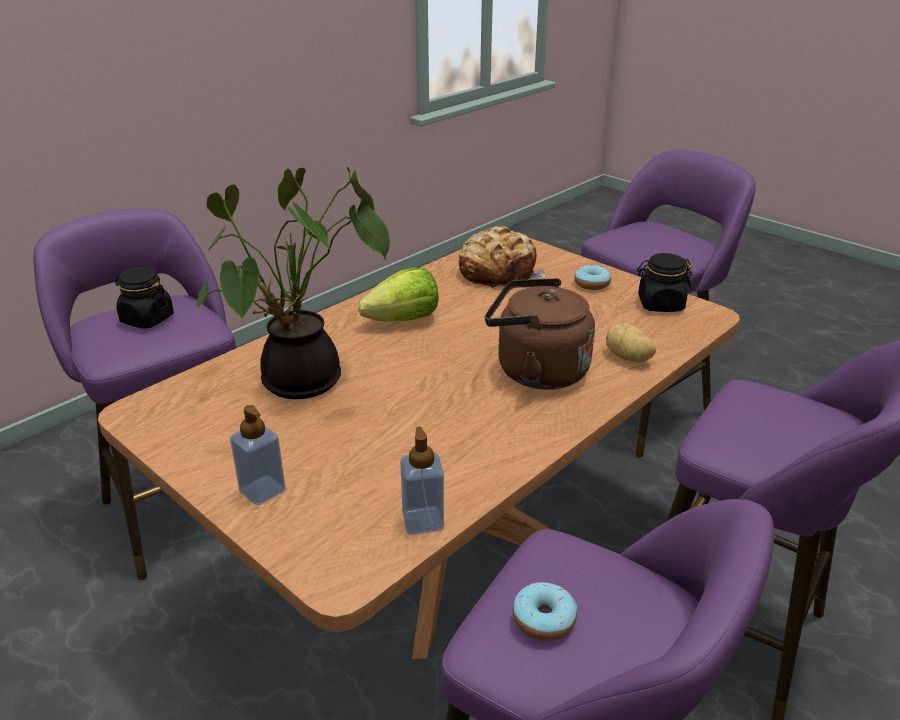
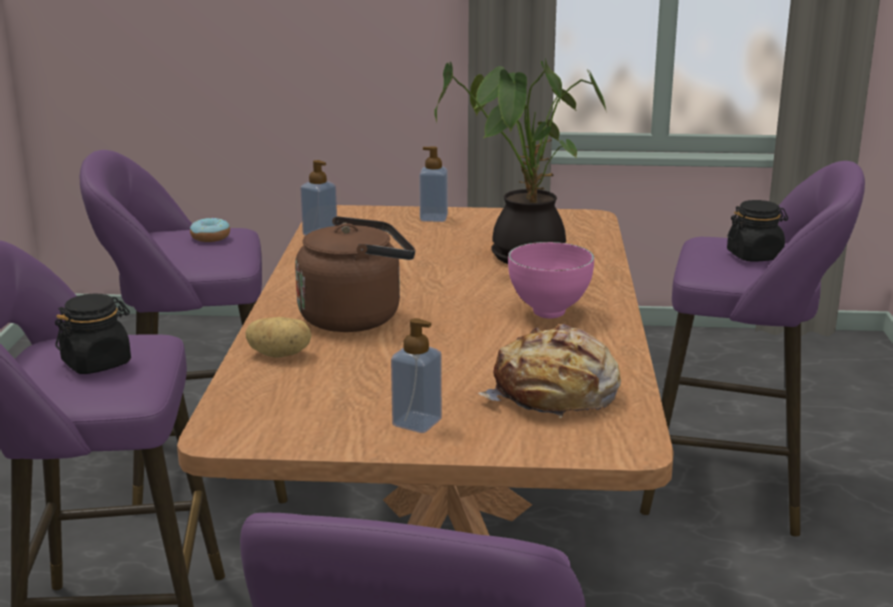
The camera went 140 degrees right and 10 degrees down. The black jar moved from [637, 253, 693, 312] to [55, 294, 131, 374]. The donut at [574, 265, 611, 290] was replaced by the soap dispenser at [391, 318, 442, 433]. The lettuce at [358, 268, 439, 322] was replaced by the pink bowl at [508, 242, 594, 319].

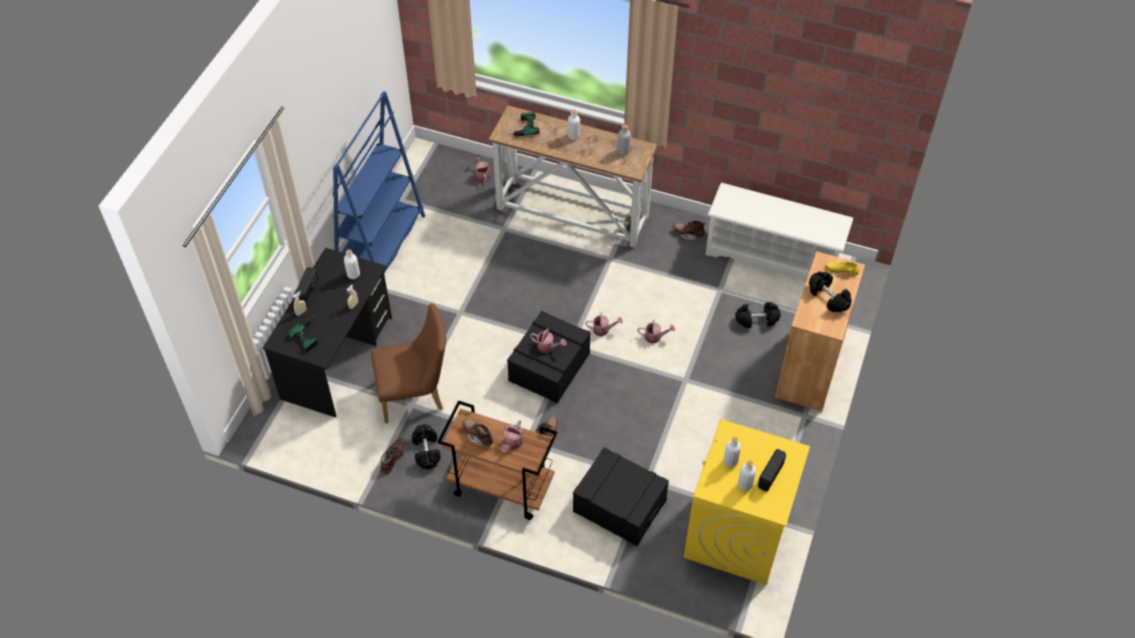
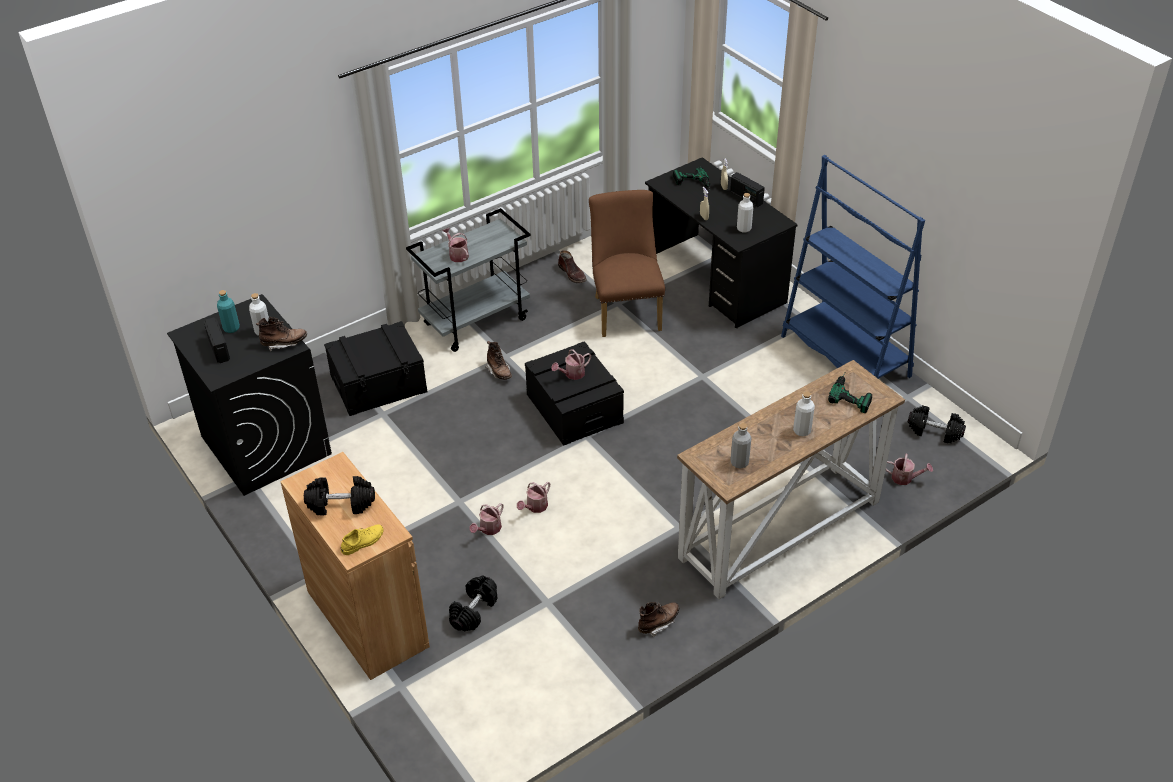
The camera went 125 degrees right and 10 degrees down. The white shoe rack at [706, 183, 853, 279] disappeared. The brown chair at [371, 303, 446, 424] turned 150 degrees clockwise. The watering can moved from [586, 312, 623, 336] to [469, 503, 504, 535]. The brown cart at [437, 400, 558, 520] became the grey cart at [406, 208, 530, 352]. The brown boot moved from [462, 418, 493, 446] to [256, 317, 307, 351]. The yellow washing machine at [684, 419, 810, 585] became the black washing machine at [167, 294, 332, 496]. The black dumbbell moved from [412, 424, 441, 470] to [908, 405, 966, 443]. The white bottle at [738, 461, 756, 491] became the turquoise bottle at [217, 290, 240, 333].

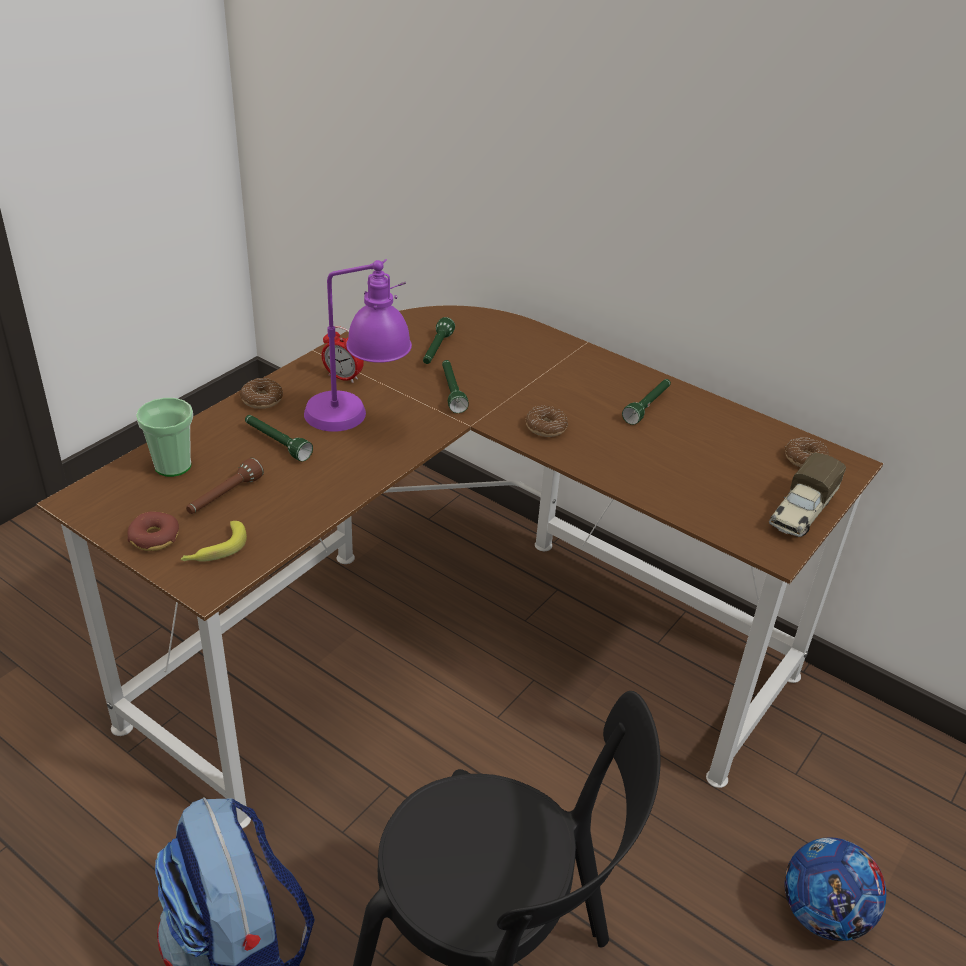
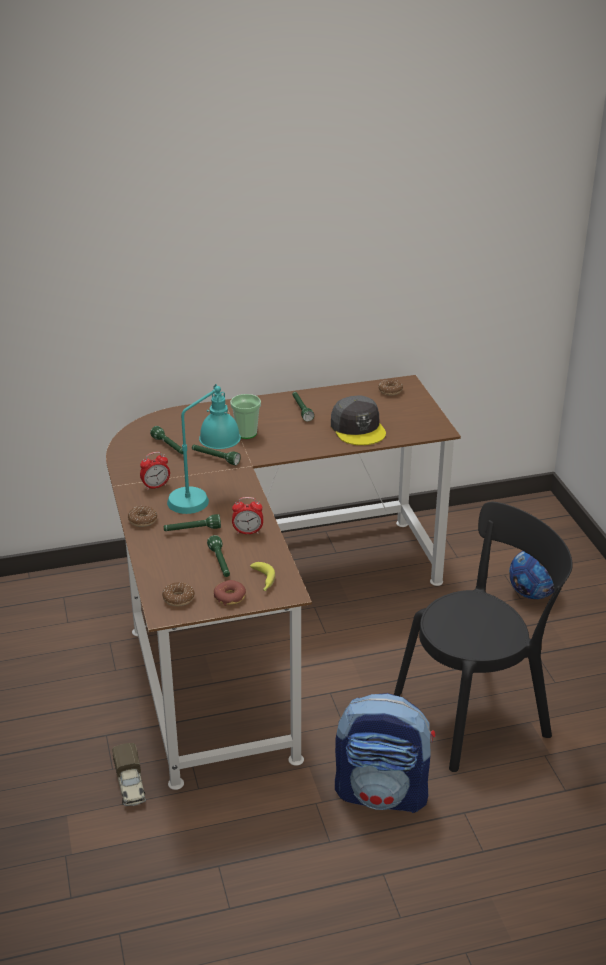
The camera went 50 degrees left and 5 degrees down. The purple table lamp at [304, 259, 412, 432] became the turquoise table lamp at [167, 384, 241, 514]. The cup moved from [136, 398, 193, 477] to [230, 394, 261, 439]. The donut moved from [526, 406, 568, 437] to [162, 582, 195, 607]. The toy truck moved from [769, 452, 846, 537] to [112, 743, 146, 806]. The brown flashlight at [186, 458, 264, 514] became the green flashlight at [207, 535, 230, 577]. The grey cap at [331, 396, 386, 445] appeared. The alarm clock at [232, 497, 263, 534] appeared.

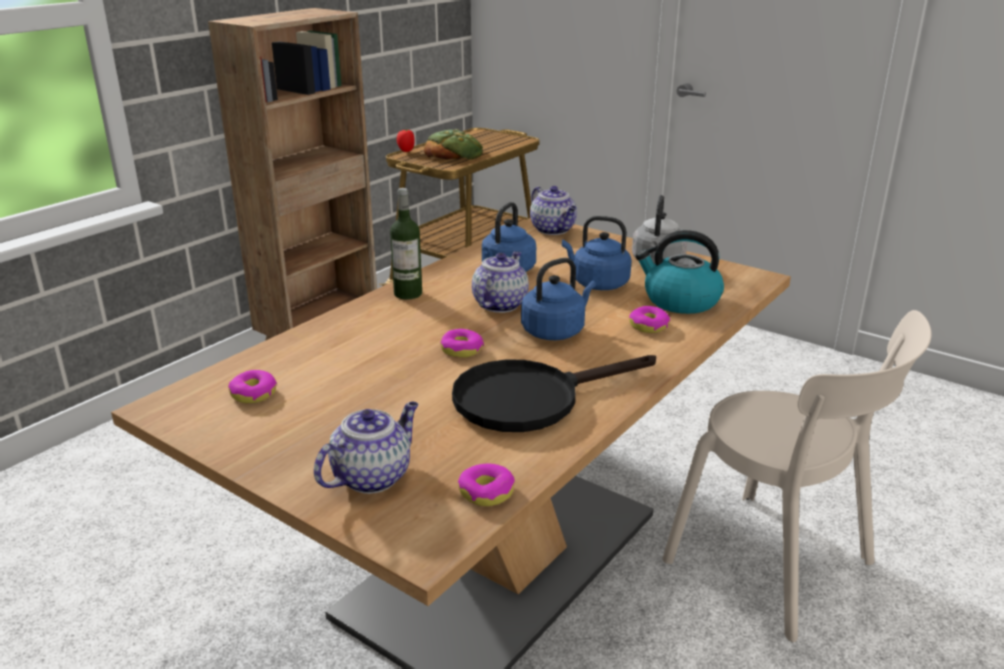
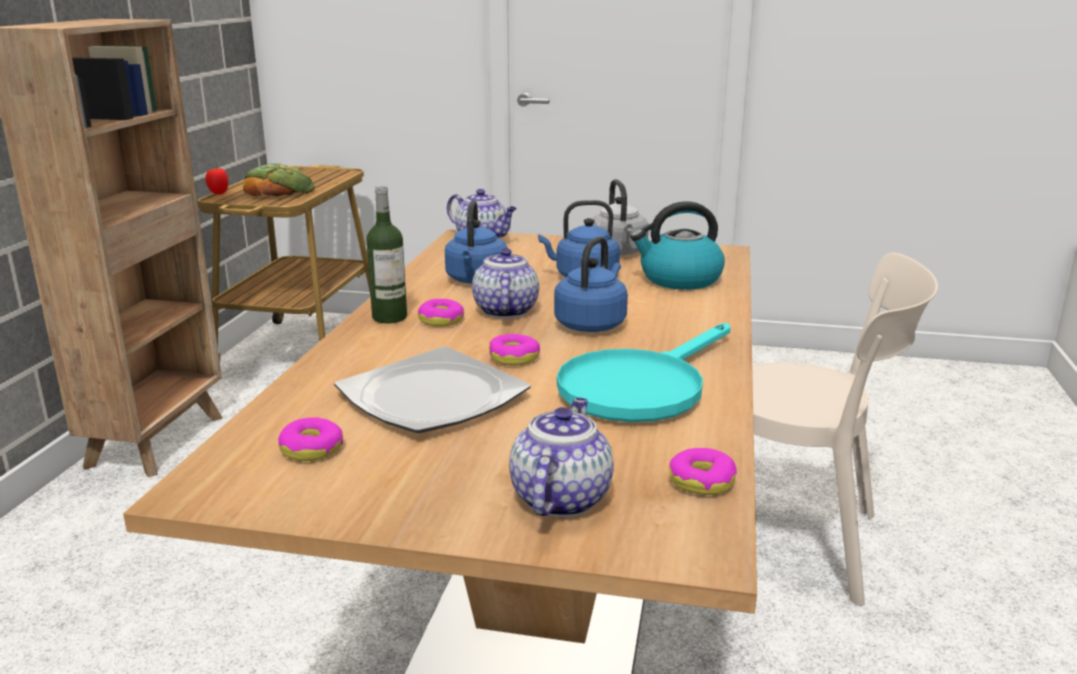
The camera went 25 degrees left and 5 degrees down. The donut moved from [629, 306, 670, 333] to [418, 299, 464, 327]. The black frying pan at [452, 355, 656, 432] became the turquoise frying pan at [557, 323, 730, 422]. The plate at [334, 346, 531, 433] appeared.

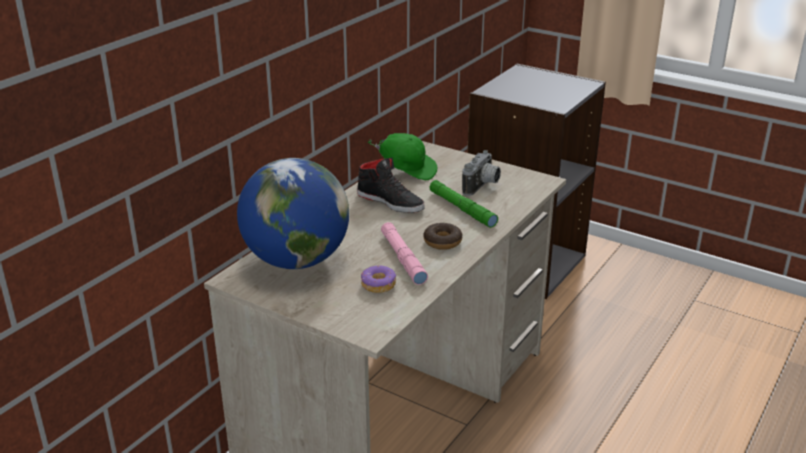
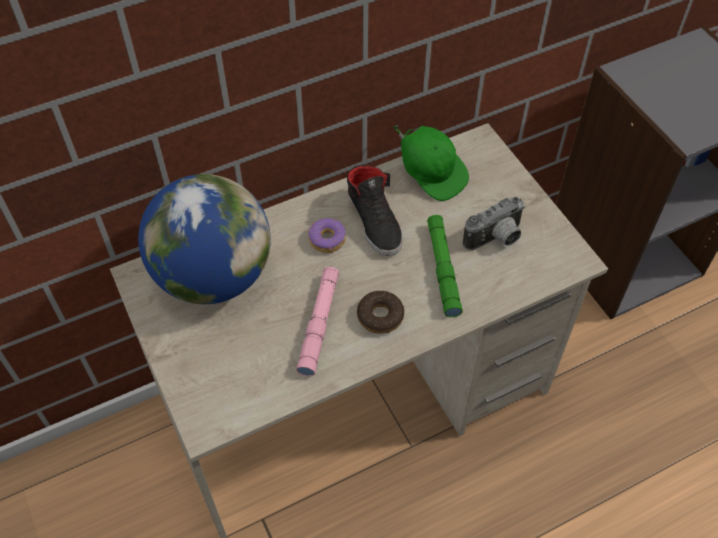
The camera went 30 degrees right and 25 degrees up. The donut moved from [361, 266, 396, 293] to [308, 218, 346, 253].

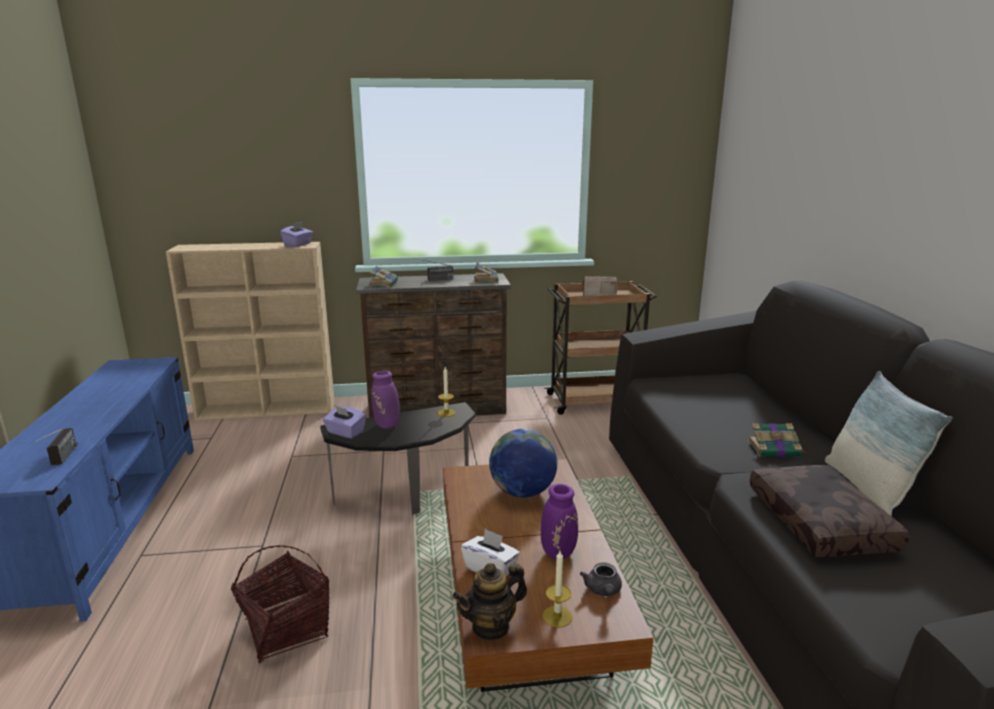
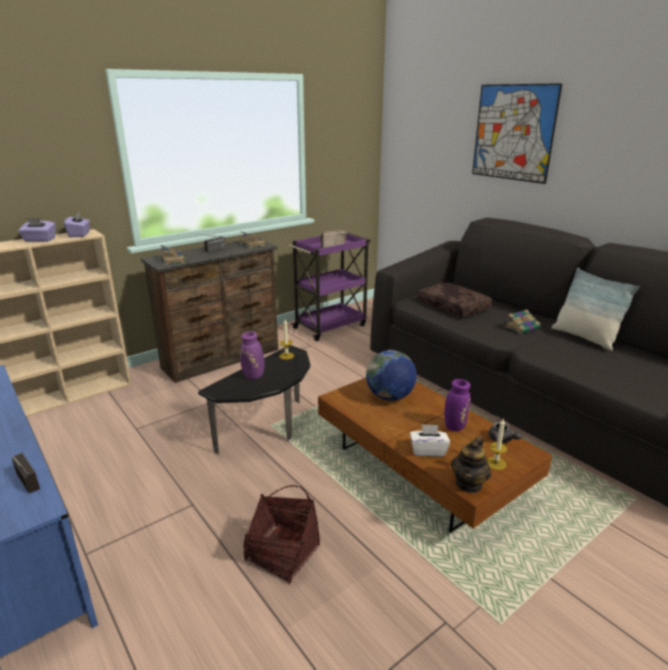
The camera went 30 degrees left and 5 degrees up. The brown cart at [544, 281, 657, 415] became the purple cart at [289, 233, 371, 341]. The purple tissue box moved from [323, 406, 366, 439] to [18, 218, 56, 242]. The brown pillow moved from [750, 465, 909, 557] to [418, 283, 492, 317]. The picture at [472, 83, 563, 184] appeared.

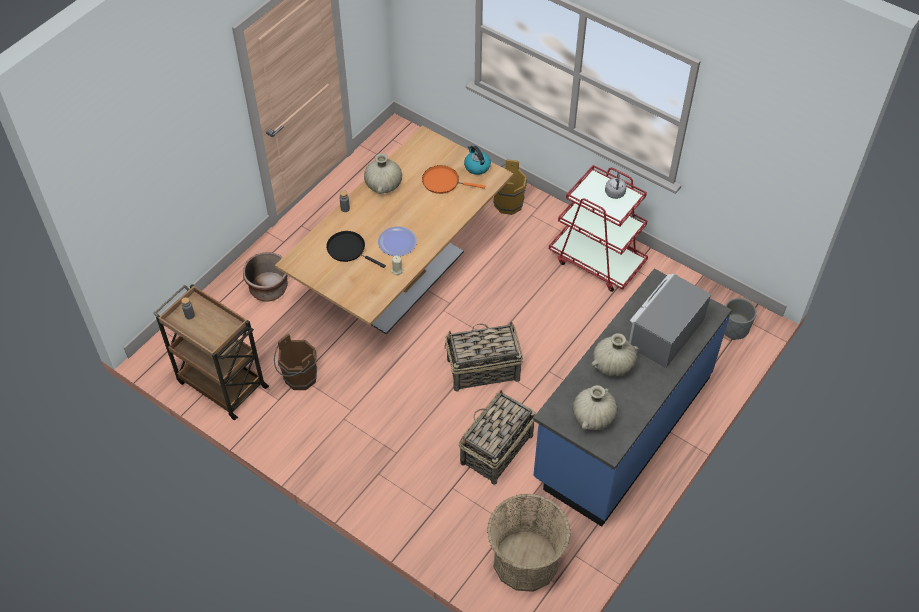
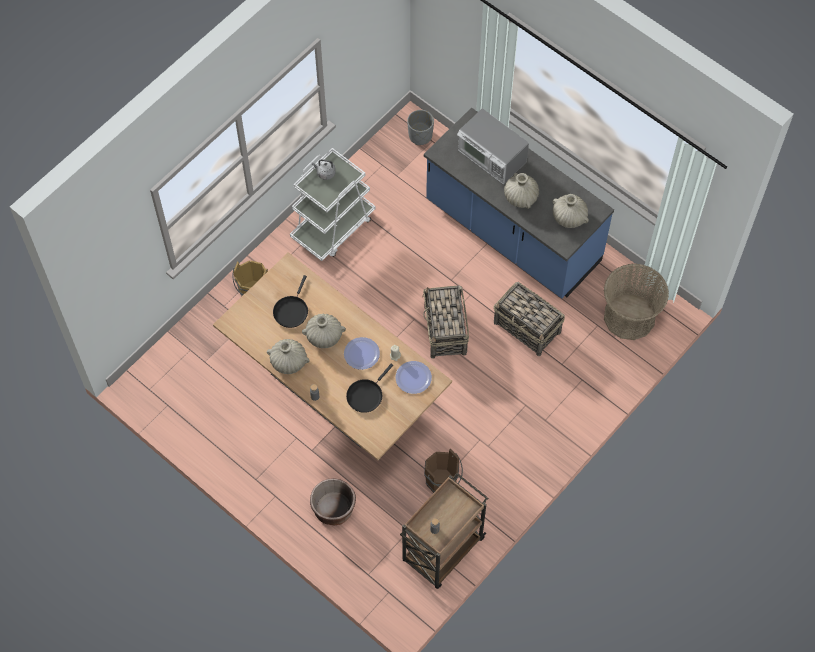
The camera went 85 degrees left and 10 degrees up. The kettle at [464, 145, 491, 175] disappeared. The orange frying pan at [422, 165, 485, 194] became the black frying pan at [273, 275, 308, 328]. The red cart at [549, 165, 648, 292] became the white cart at [290, 148, 376, 261]. The beige vase at [302, 314, 346, 348] appeared. The plate at [396, 361, 432, 394] appeared.

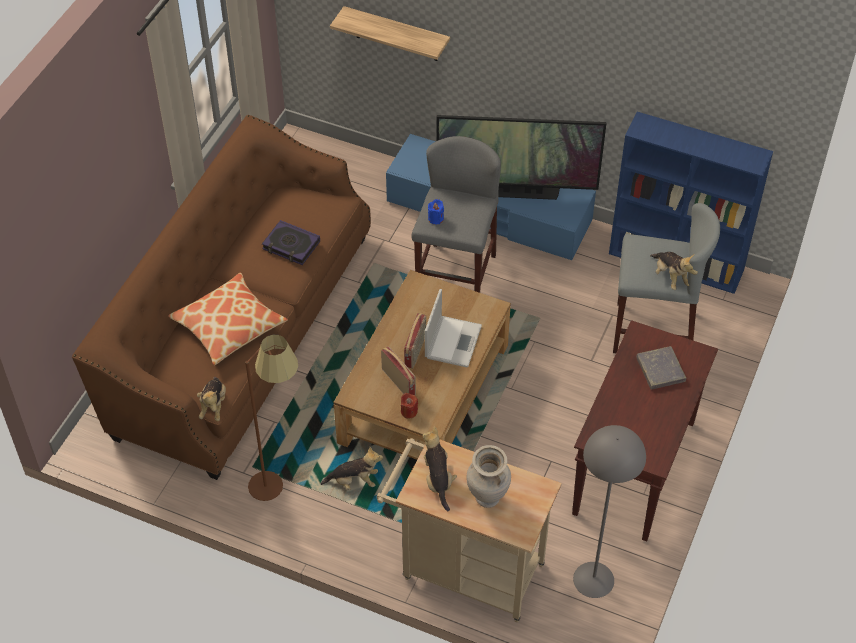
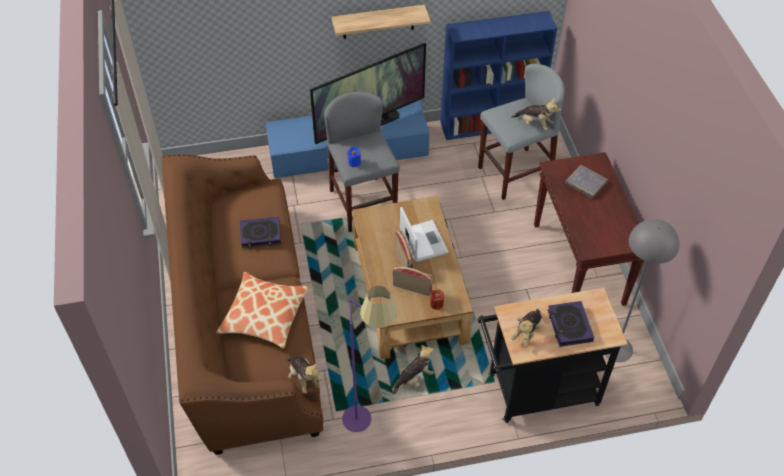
The camera went 35 degrees left and 0 degrees up. The shelf moved from [330, 6, 450, 61] to [332, 5, 431, 39]. The brown floor lamp at [245, 335, 298, 501] became the purple floor lamp at [342, 286, 398, 432]. The plush toy at [423, 426, 457, 511] turned 105 degrees counterclockwise. The beige cart at [377, 438, 562, 623] became the black cart at [478, 288, 628, 423]. The beige vase at [467, 445, 511, 508] was replaced by the book at [548, 301, 594, 347].

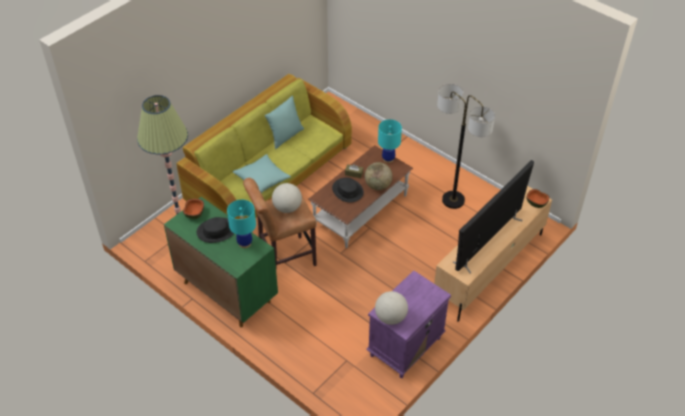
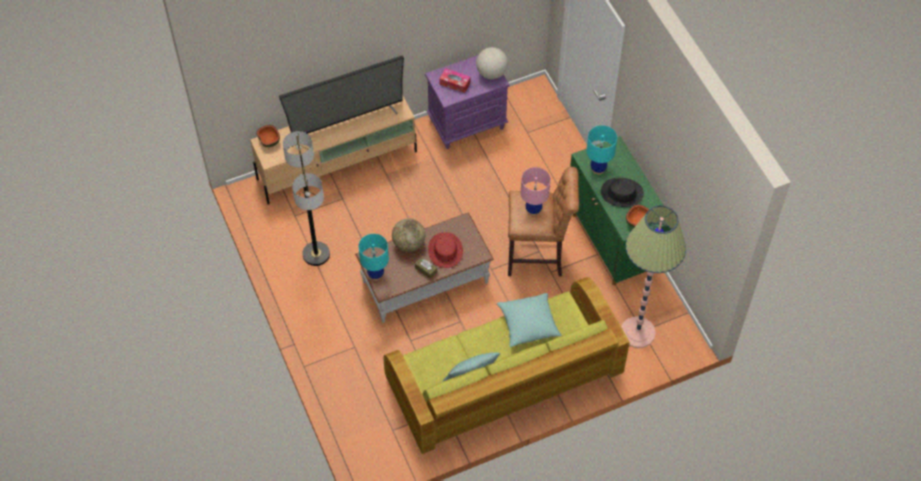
The camera went 155 degrees left and 10 degrees up. The black hat at [332, 177, 364, 202] became the red hat at [428, 232, 463, 268]. The globe at [272, 183, 302, 213] was replaced by the pink table lamp at [521, 167, 551, 216]. The tissue box at [439, 68, 470, 93] appeared.

